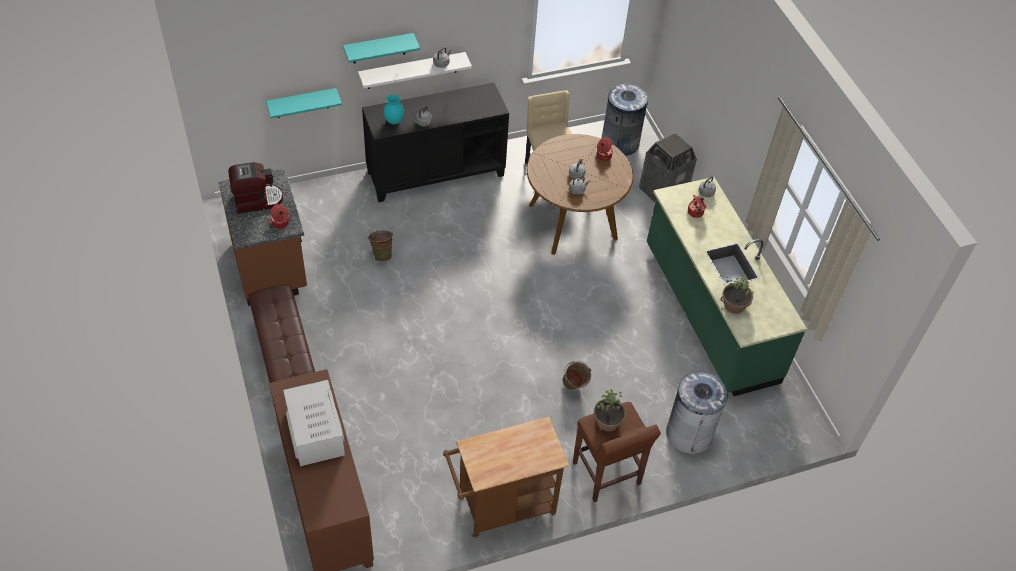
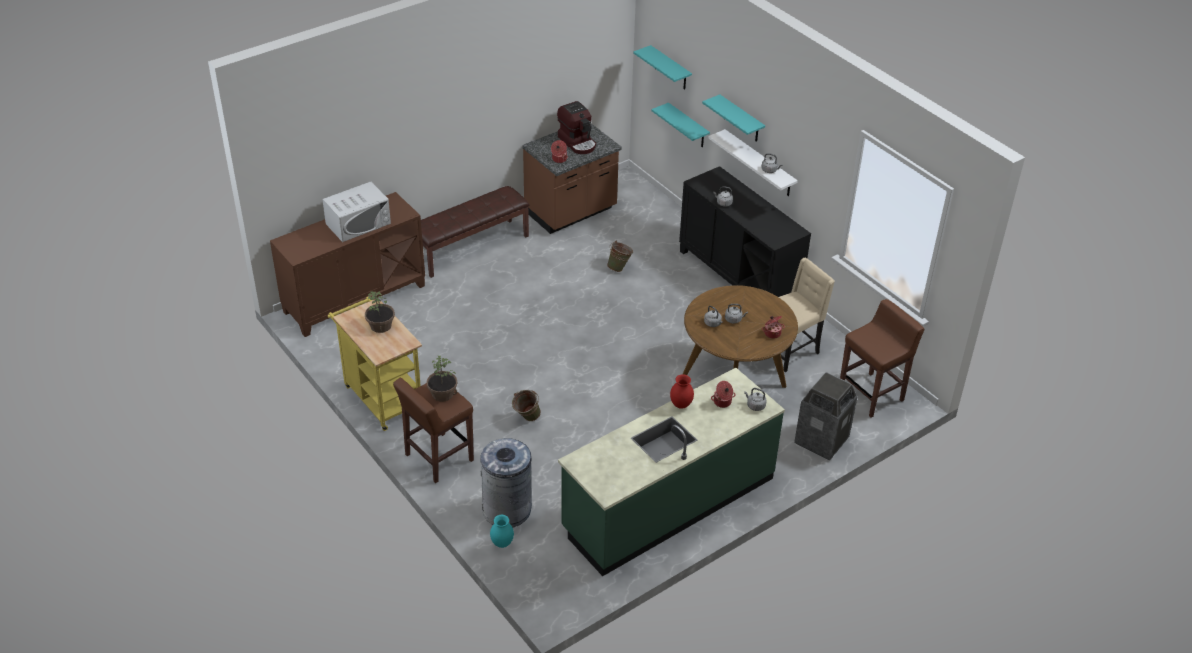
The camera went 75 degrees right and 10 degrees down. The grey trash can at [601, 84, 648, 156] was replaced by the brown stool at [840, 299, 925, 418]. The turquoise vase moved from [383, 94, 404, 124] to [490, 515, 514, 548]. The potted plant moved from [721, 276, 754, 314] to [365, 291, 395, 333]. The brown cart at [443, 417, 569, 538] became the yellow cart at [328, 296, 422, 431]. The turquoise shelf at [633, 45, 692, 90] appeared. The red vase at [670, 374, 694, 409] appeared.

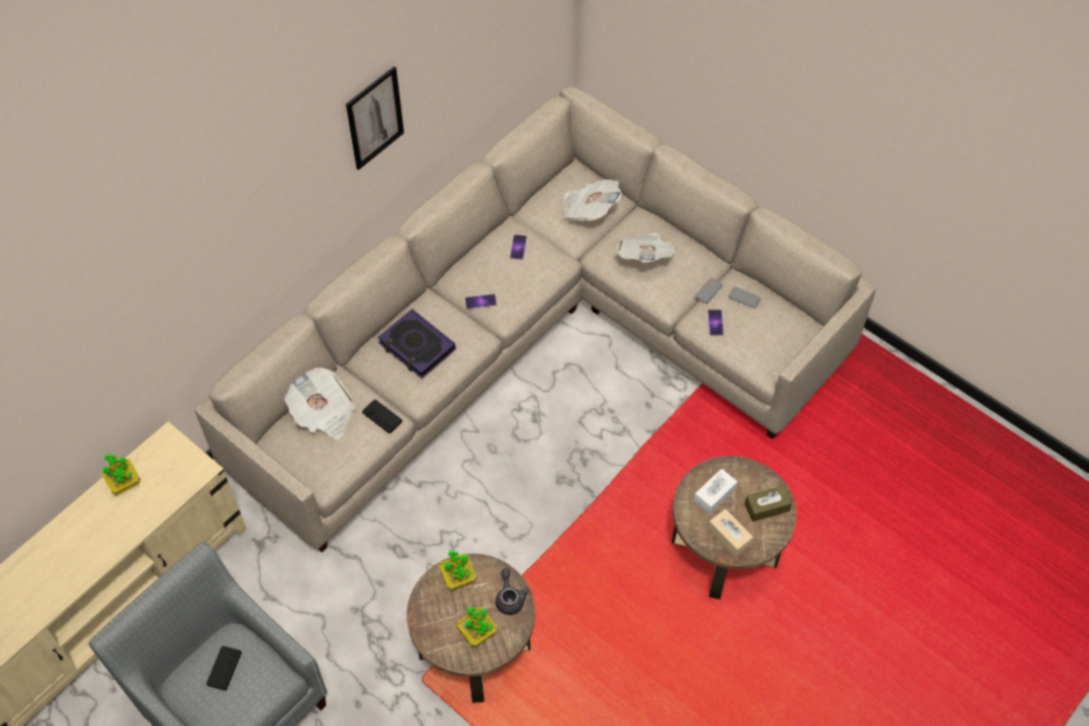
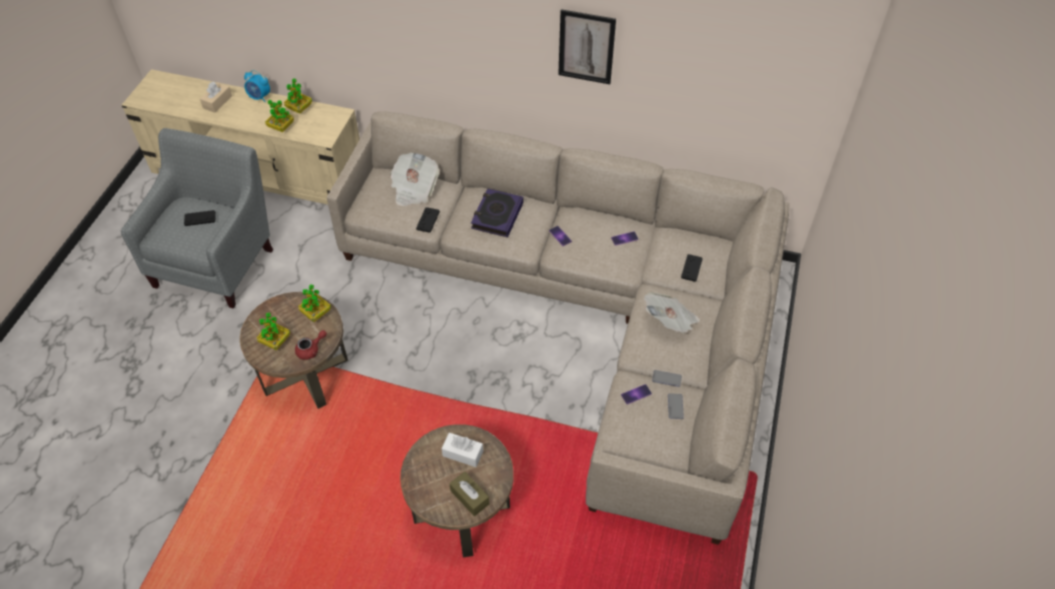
The camera went 65 degrees right and 5 degrees down. The newspaper at [562, 179, 622, 221] was replaced by the black game controller at [681, 254, 703, 282]. The beige tissue box moved from [708, 509, 753, 557] to [200, 82, 232, 113]. The grey teapot at [495, 568, 529, 615] became the red teapot at [295, 330, 327, 360]. The alarm clock at [244, 70, 270, 102] appeared. The potted plant at [265, 100, 294, 132] appeared.

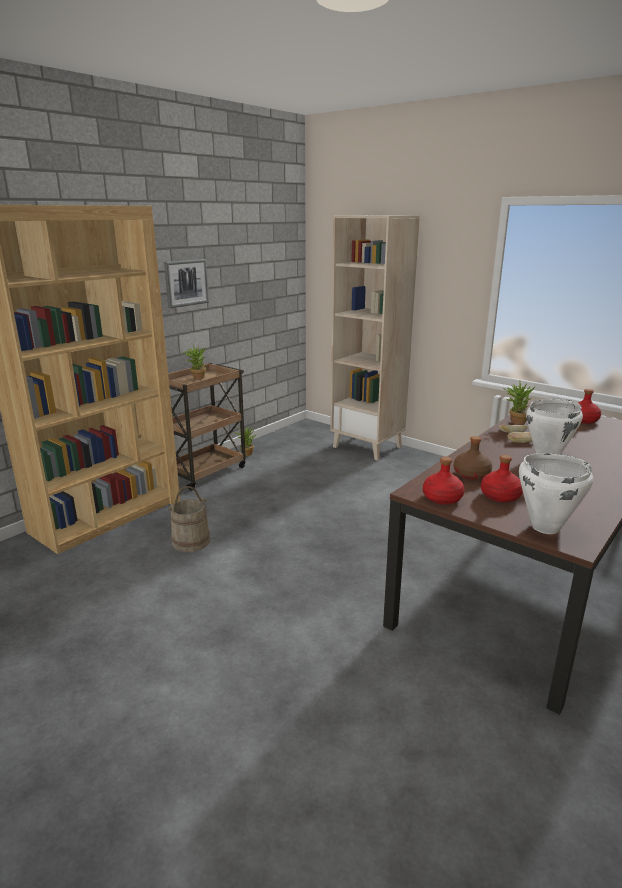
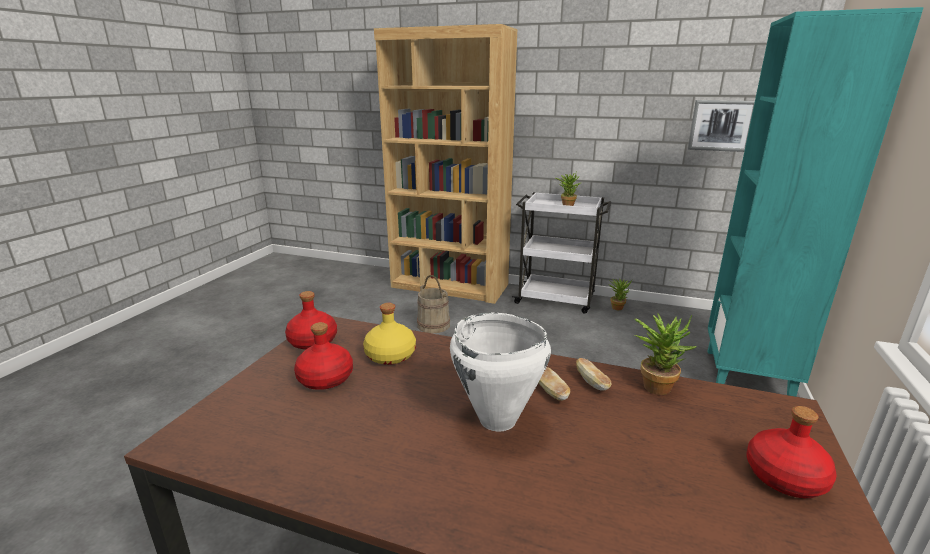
The camera went 70 degrees right and 0 degrees up. The beige bookcase at [330, 215, 420, 461] became the turquoise bookcase at [707, 7, 924, 397]. The picture moved from [164, 259, 209, 308] to [688, 100, 755, 152]. The brown cart at [168, 363, 246, 491] became the white cart at [512, 192, 611, 314]. The brown bottle at [453, 436, 492, 480] became the yellow bottle at [363, 303, 416, 365]. The white cooking pot at [519, 453, 593, 534] disappeared.

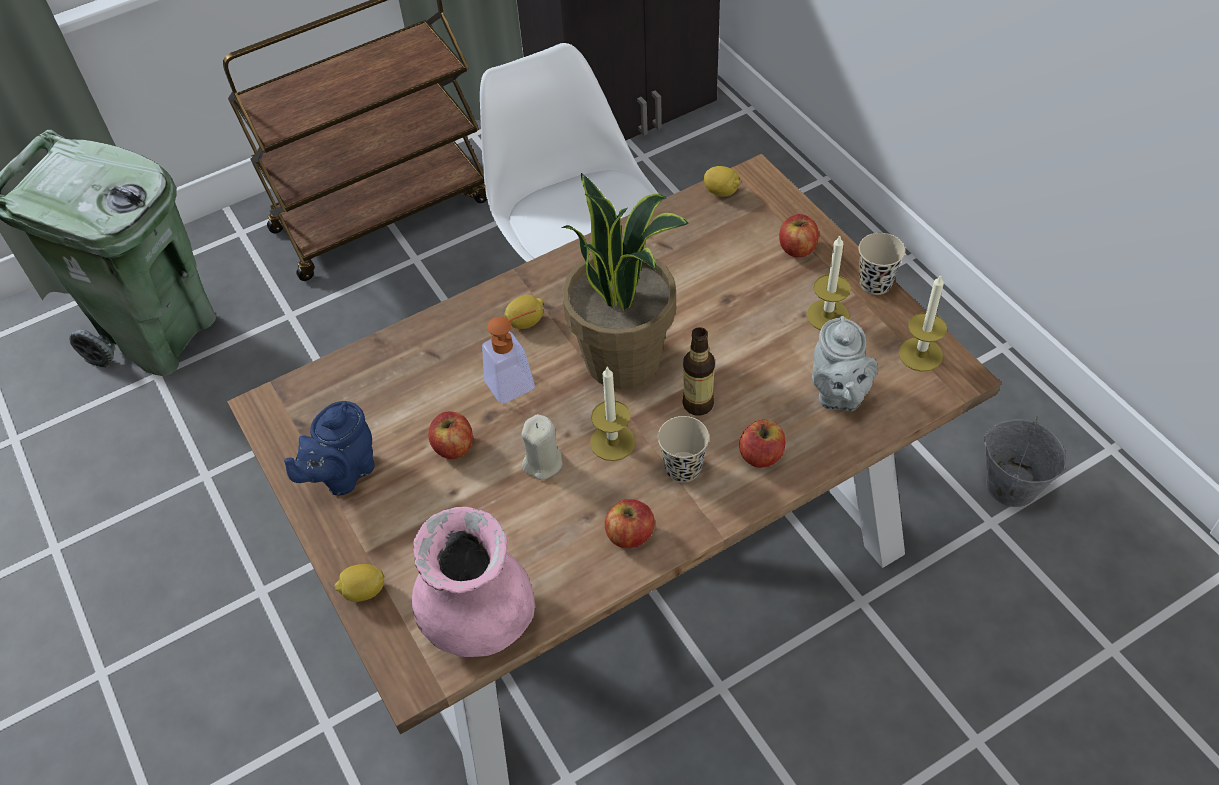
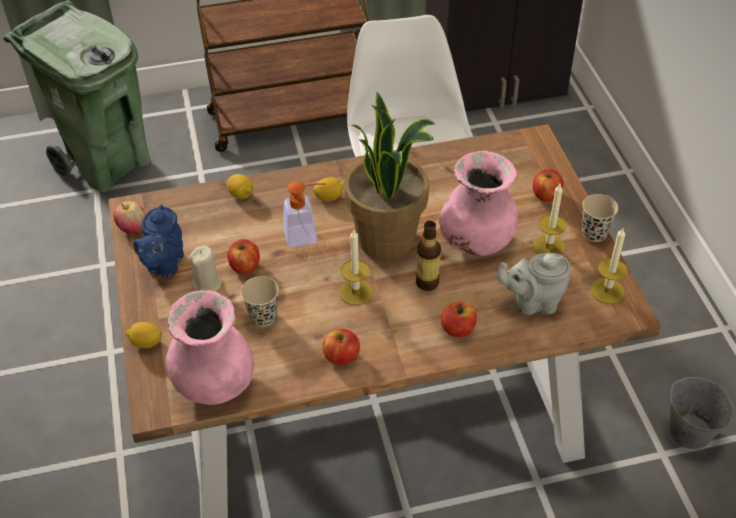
The camera went 15 degrees right and 5 degrees down. The lemon moved from [704, 166, 741, 197] to [227, 174, 253, 199]. The grey teapot at [812, 316, 878, 411] turned 75 degrees clockwise. The blue teapot at [284, 401, 375, 496] turned 45 degrees counterclockwise. The beige candle moved from [522, 414, 563, 480] to [189, 246, 223, 292]. The beige cup moved from [658, 416, 709, 483] to [241, 276, 279, 327]. The pink vase at [439, 151, 518, 256] appeared. The apple at [114, 201, 146, 233] appeared.

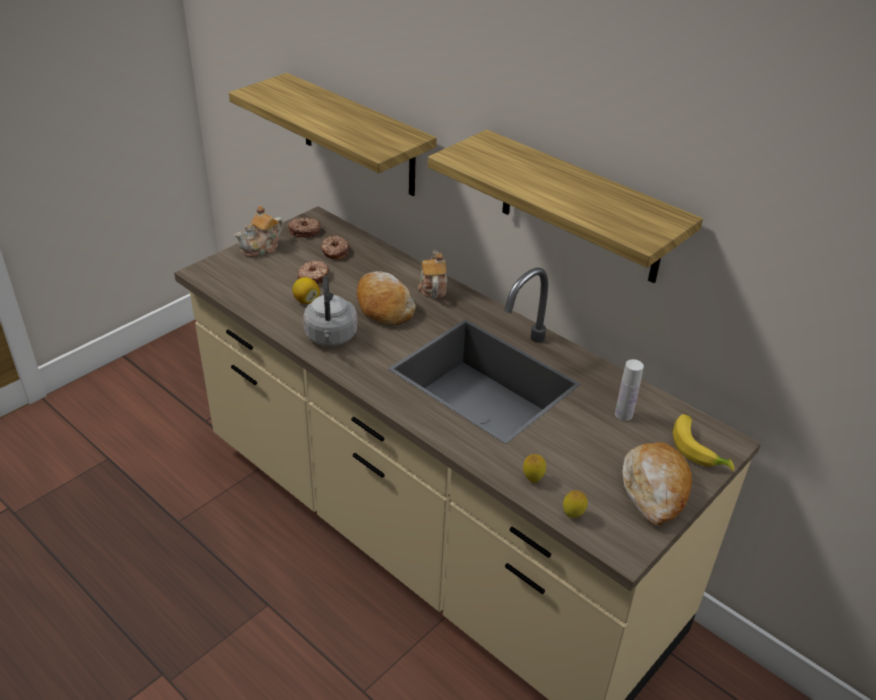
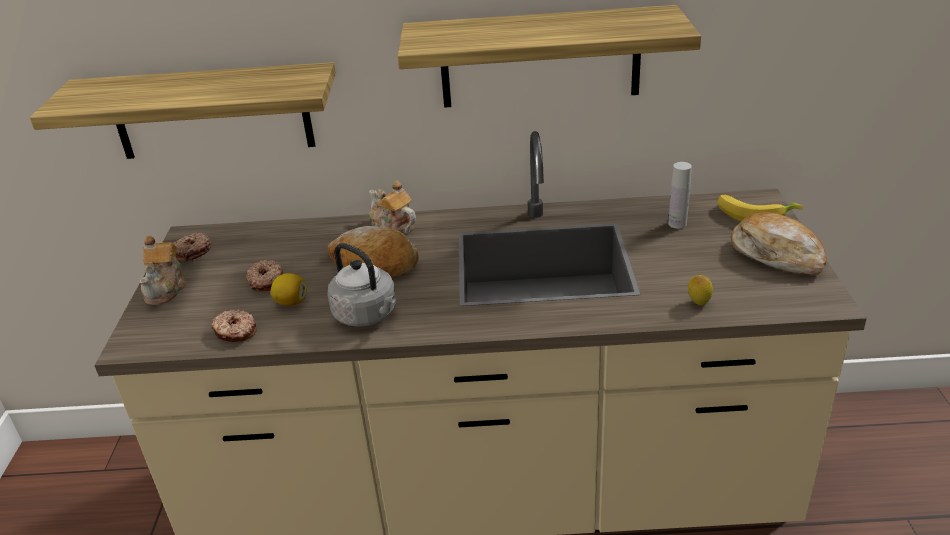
The camera went 40 degrees left and 5 degrees down. The donut moved from [322, 236, 349, 259] to [211, 309, 256, 342]. The lemon at [563, 490, 588, 518] disappeared.

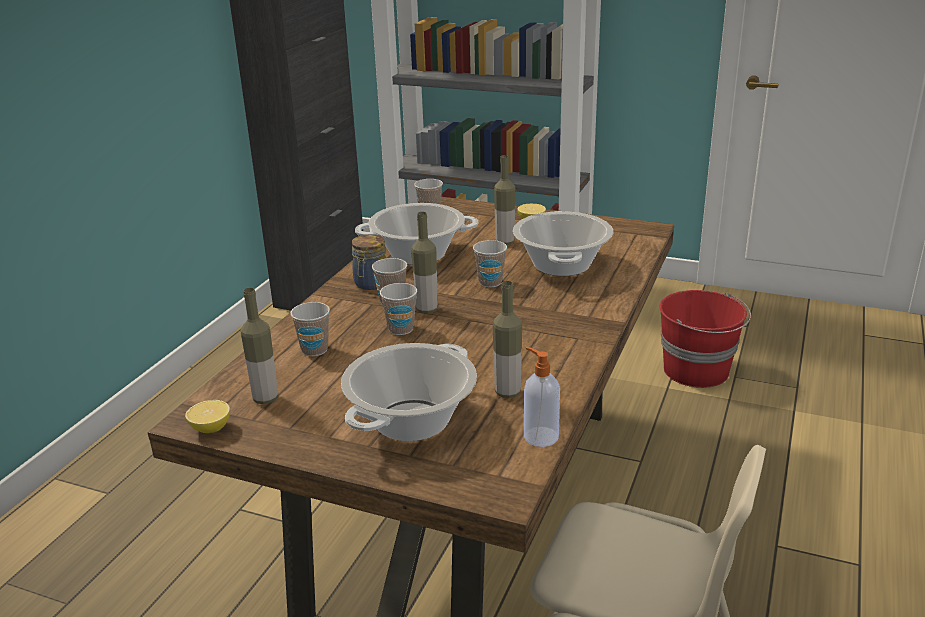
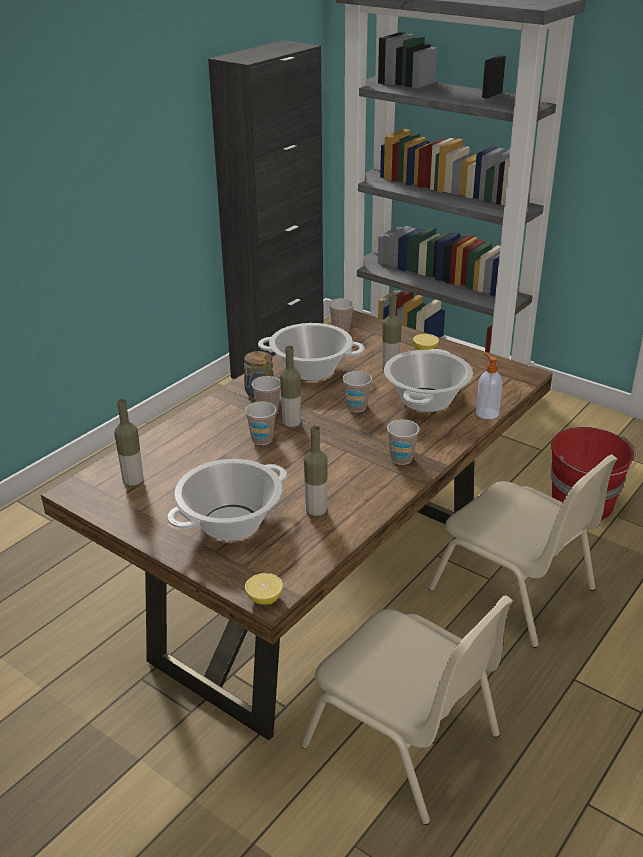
The camera went 15 degrees right and 5 degrees up. The cup moved from [290, 302, 330, 356] to [387, 420, 420, 465]. The soap dispenser moved from [524, 347, 560, 447] to [476, 353, 502, 419]. The lemon moved from [185, 400, 230, 433] to [245, 573, 283, 605]. The beige chair at [428, 454, 617, 648] appeared.

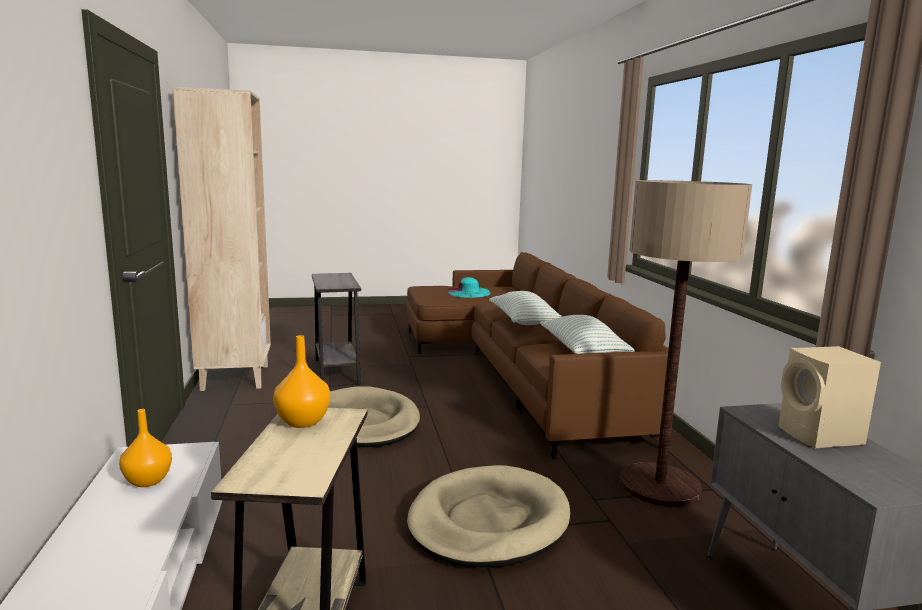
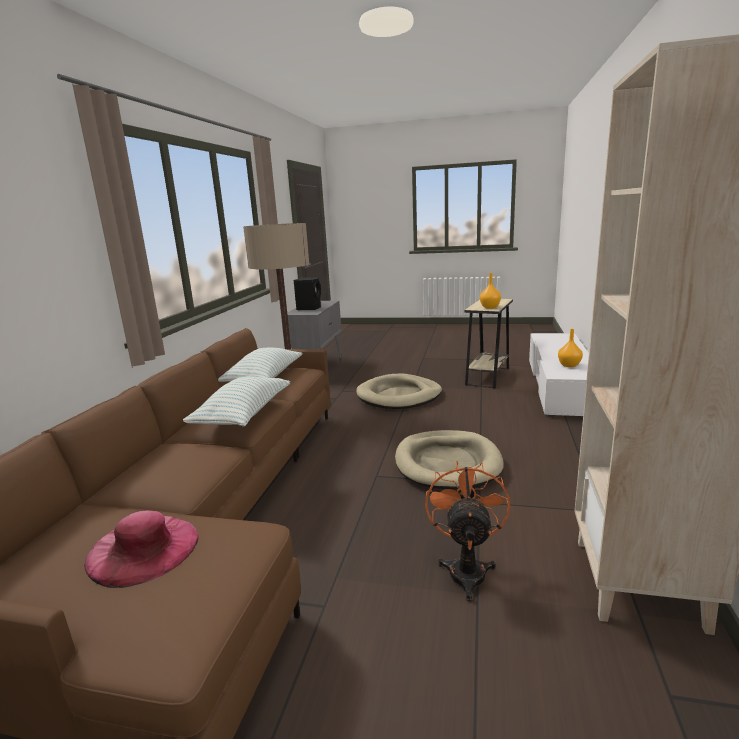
The camera went 155 degrees left and 5 degrees up. The grey side table at [312, 273, 361, 387] was replaced by the orange fan at [425, 460, 510, 602]. The turquoise hat at [447, 277, 491, 298] became the pink hat at [84, 511, 199, 588]. The beige speaker at [778, 346, 881, 448] became the black speaker at [294, 277, 321, 310].

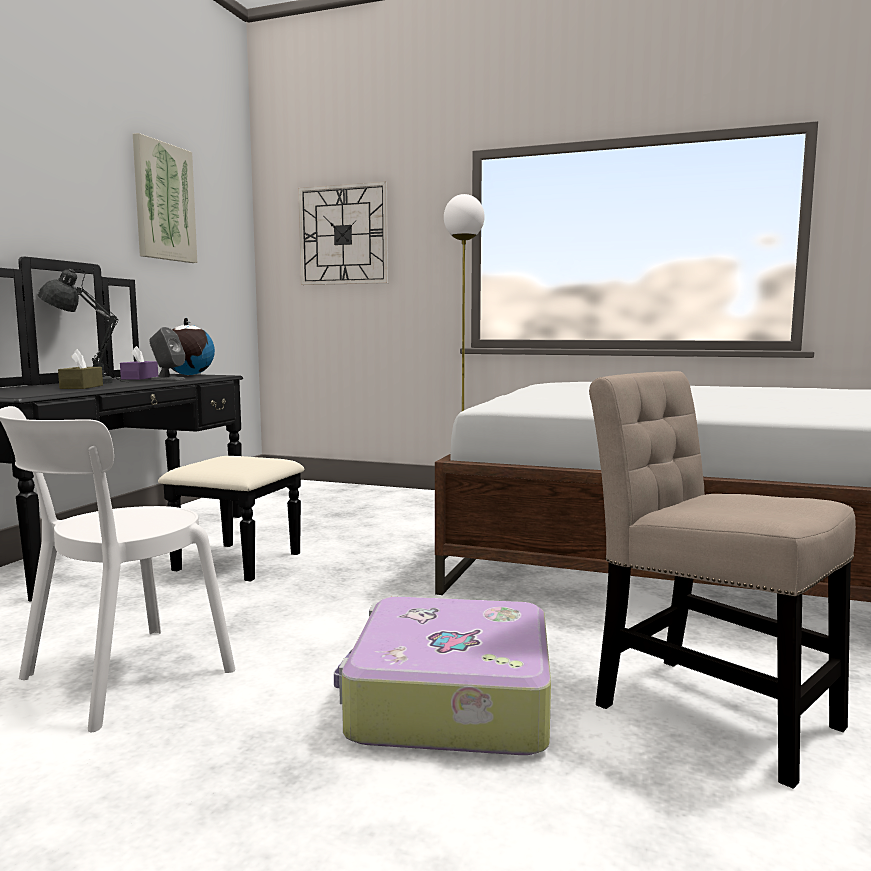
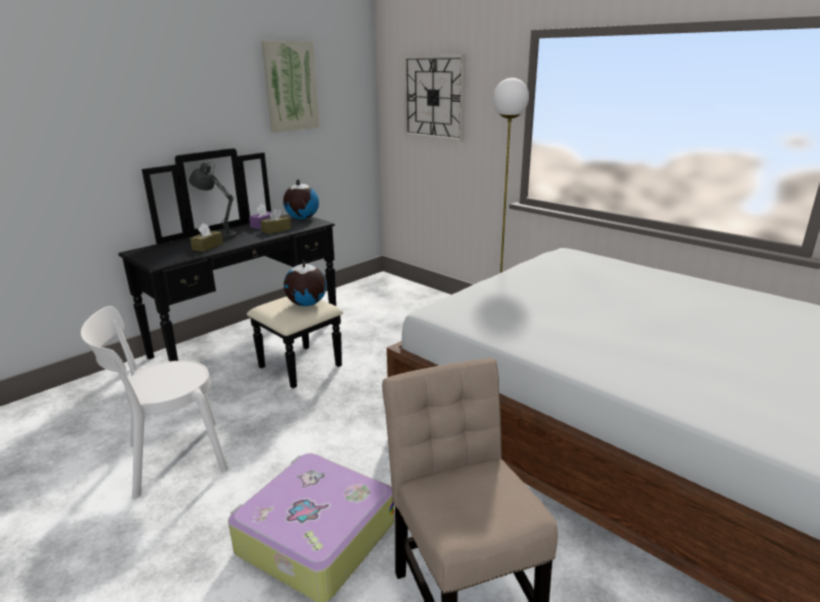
The camera went 25 degrees right and 15 degrees up. The grey speaker at [149, 327, 185, 380] was replaced by the brown tissue box at [260, 209, 291, 234]. The globe at [284, 260, 327, 306] appeared.

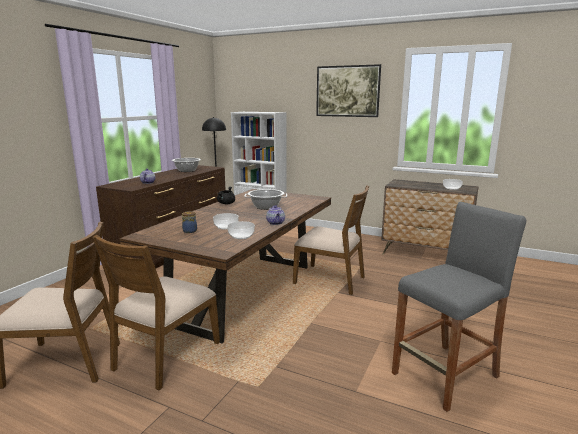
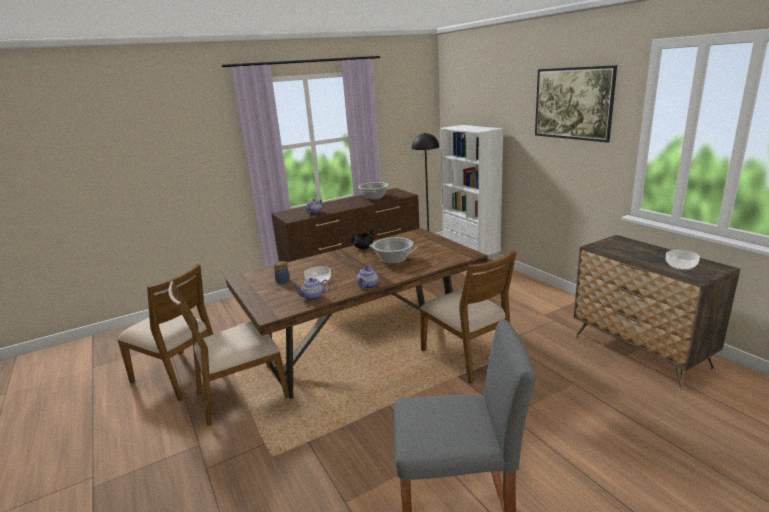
The camera went 35 degrees right and 5 degrees up. The bowl at [228, 221, 255, 239] was replaced by the teapot at [293, 278, 330, 301].

